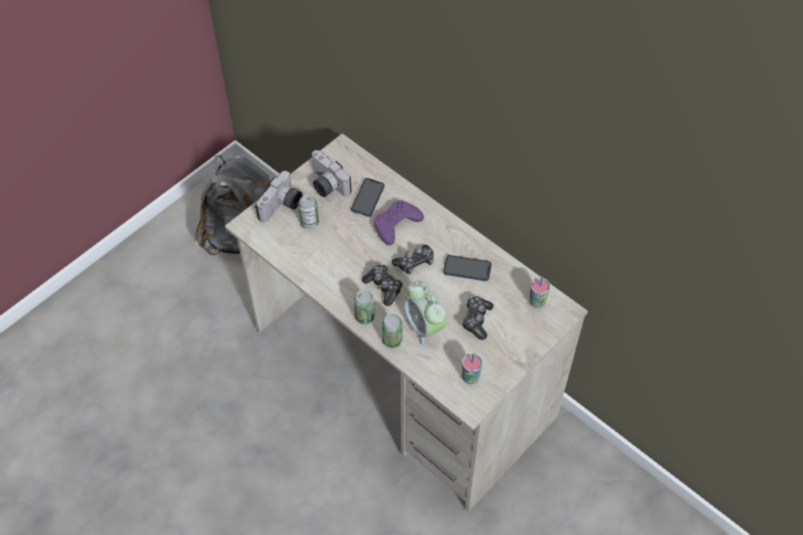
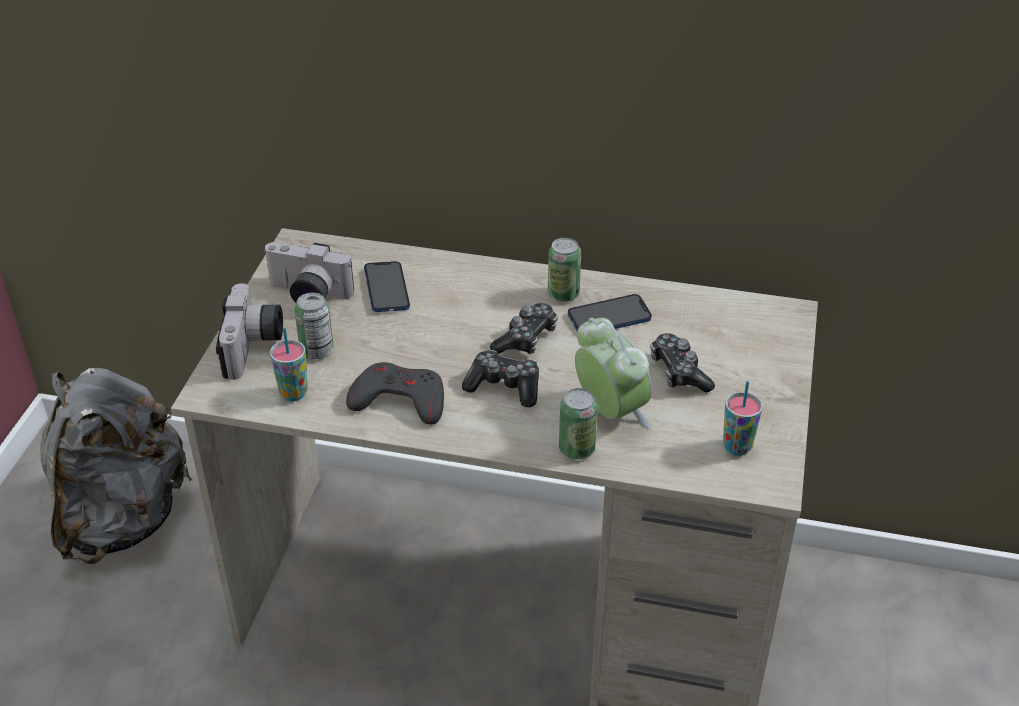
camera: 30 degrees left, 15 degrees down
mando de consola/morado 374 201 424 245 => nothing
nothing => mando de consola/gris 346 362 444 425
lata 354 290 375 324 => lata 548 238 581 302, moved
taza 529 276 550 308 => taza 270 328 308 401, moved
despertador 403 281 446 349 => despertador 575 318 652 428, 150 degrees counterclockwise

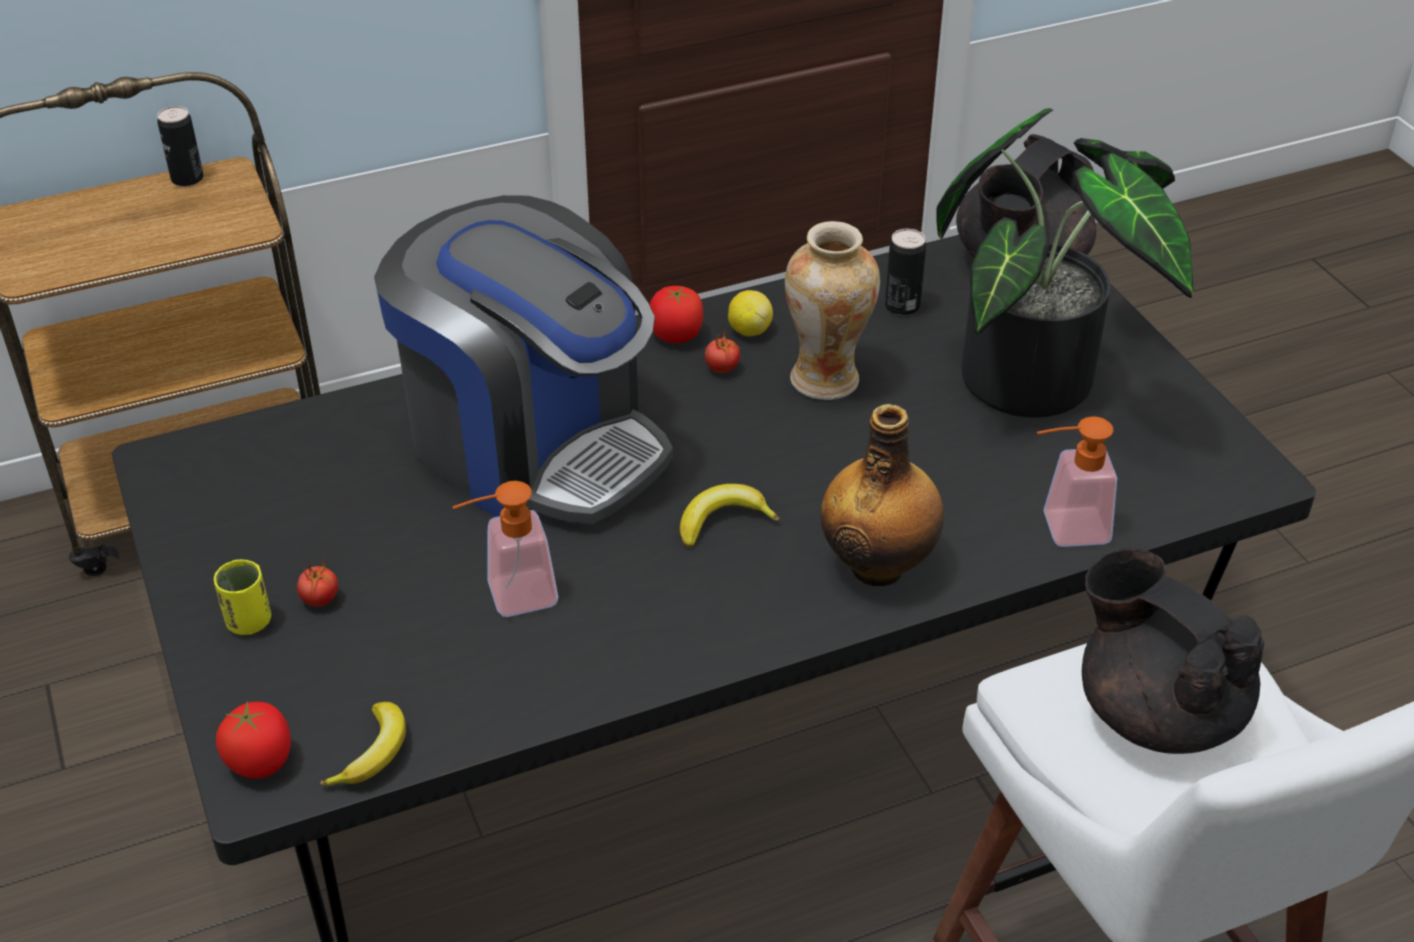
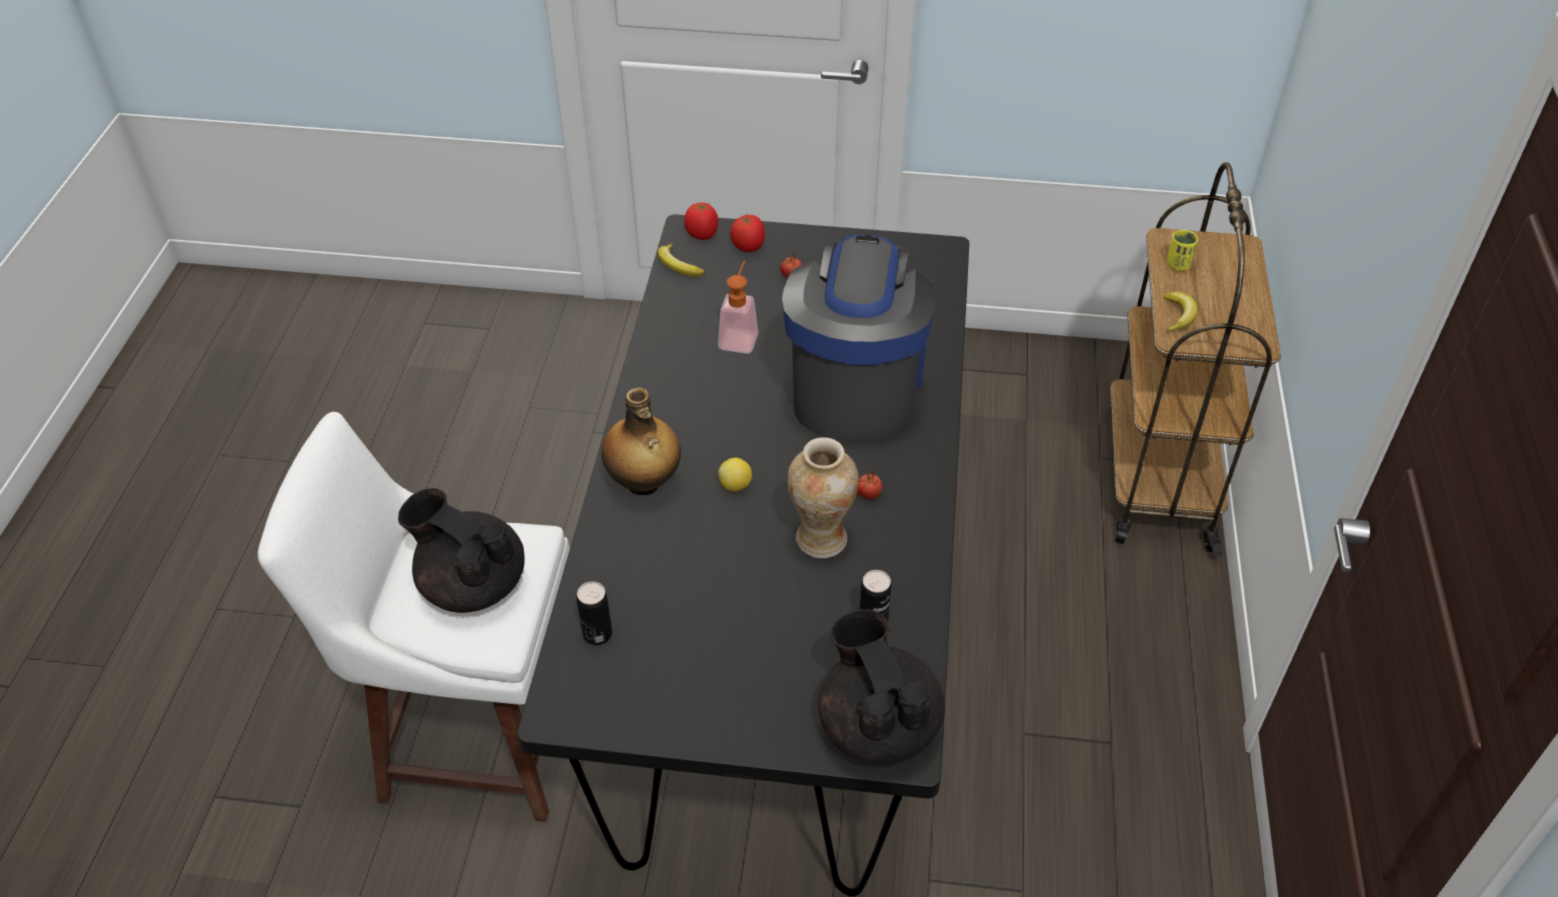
camera: 120 degrees right, 5 degrees up
planta en maceta 936 108 1193 418 => nothing
dispensador de jabón 1037 416 1117 547 => nothing
lata 157 106 204 187 => lata 577 581 612 645, moved
taza/amarillo 214 559 271 635 => taza/amarillo 1167 230 1198 271, moved
tomate 650 286 703 343 => tomate 730 213 765 252, moved
plátano 680 484 780 548 => plátano 1163 292 1198 332, moved
limón 728 290 773 336 => limón 718 458 752 492, moved
cafetera 374 195 673 524 => cafetera 782 235 935 442, 120 degrees clockwise
tetera/negro 1082 548 1264 754 => tetera/negro 398 488 525 613, 135 degrees counterclockwise

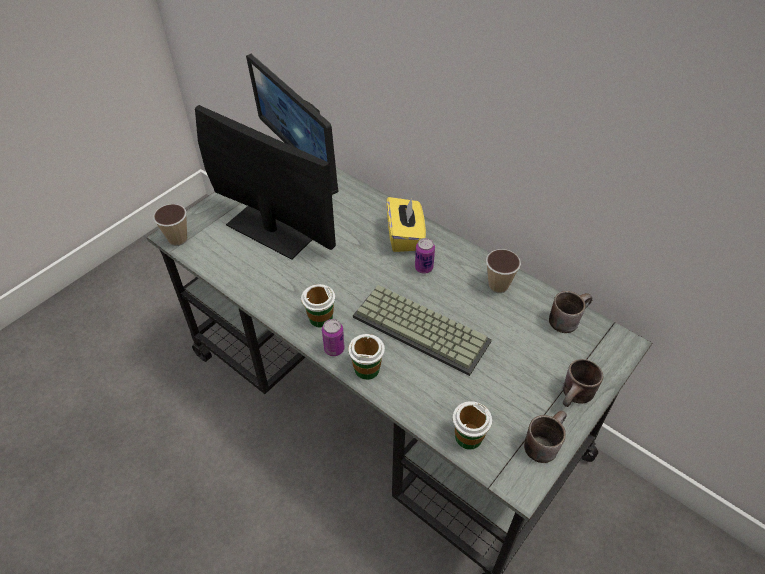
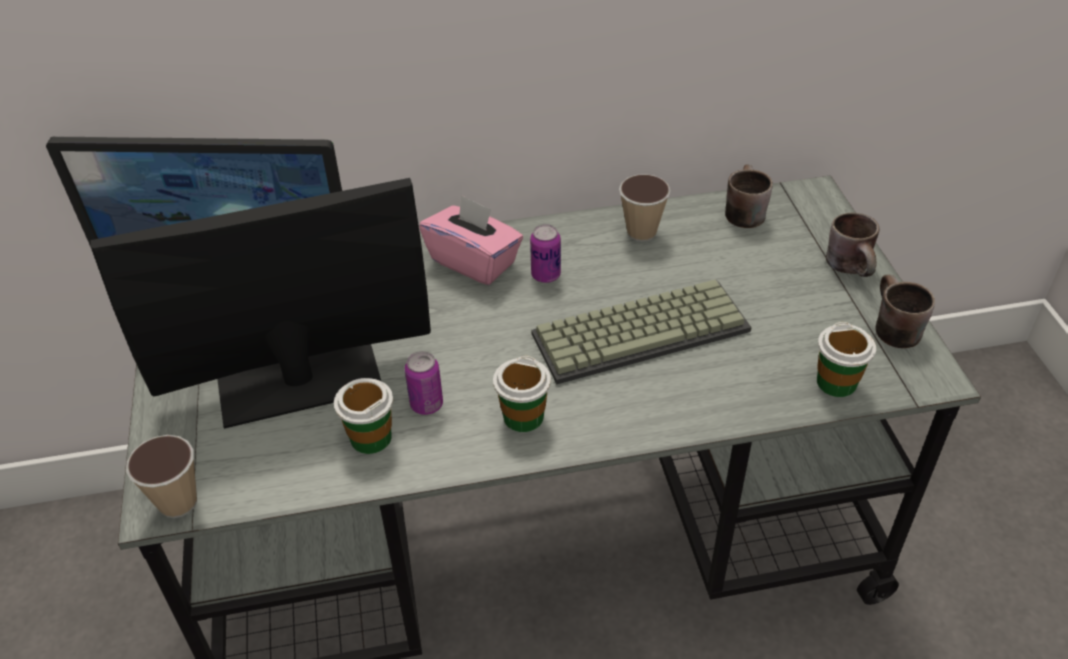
camera: 50 degrees left, 5 degrees down
lata 322 319 344 356 => lata 405 351 443 415, moved
taza 348 334 385 380 => taza 334 378 393 454, moved
caja de pañuelos/amarillo 386 197 426 252 => caja de pañuelos/rosa 419 194 523 285

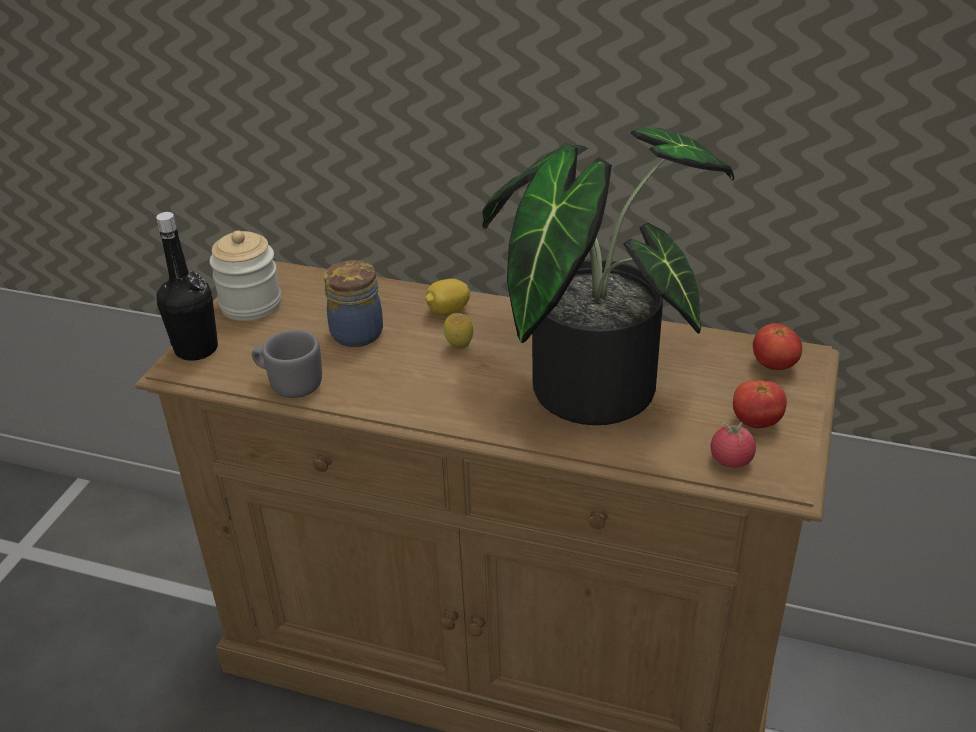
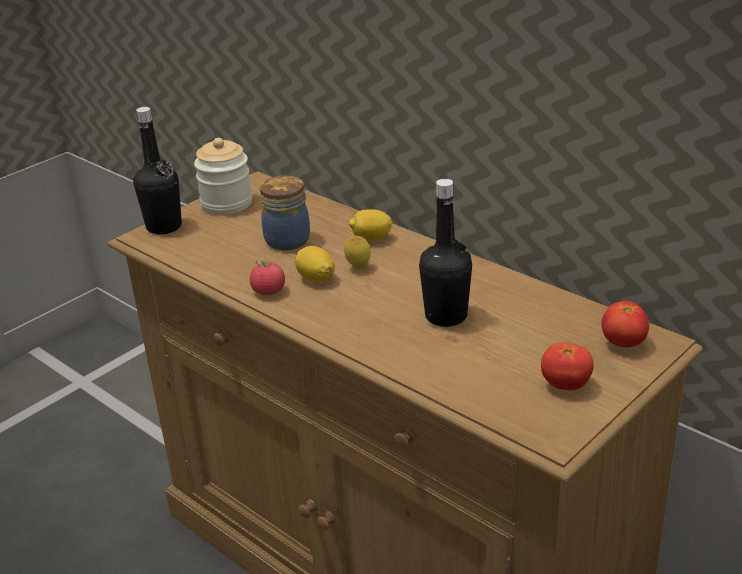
camera: 25 degrees right, 5 degrees down
taza grande/gris 252 330 322 398 => nothing
nothing => limón 295 246 335 282
tomate 711 422 756 468 => tomate 250 257 285 295, moved
planta en maceta 482 127 734 425 => botella/negro 419 179 472 327

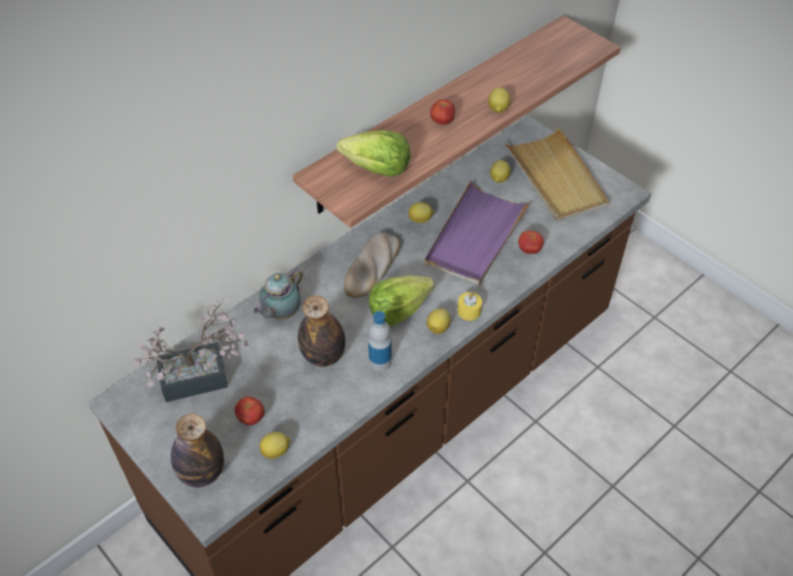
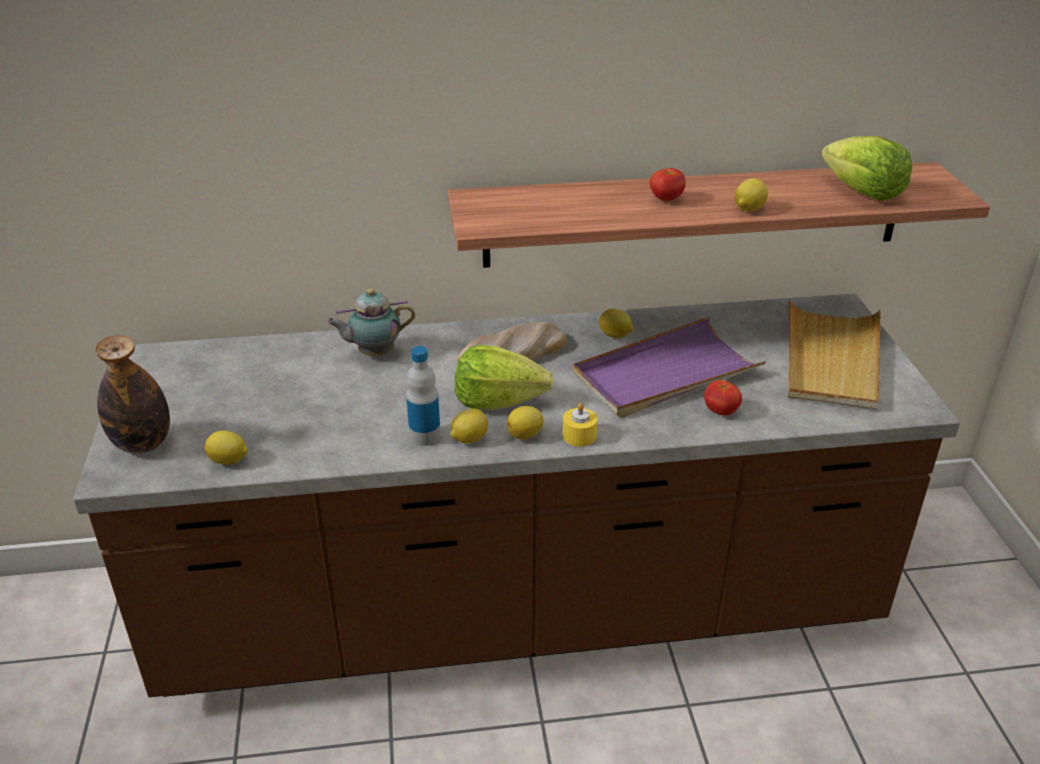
camera: 35 degrees right, 15 degrees down
planta en maceta 134 298 248 402 => nothing
tomate 235 396 265 425 => nothing
botella 298 295 345 367 => nothing
lechuga 337 130 410 177 => lechuga 821 136 912 200, moved
limón 490 160 511 183 => limón 450 409 488 443, moved

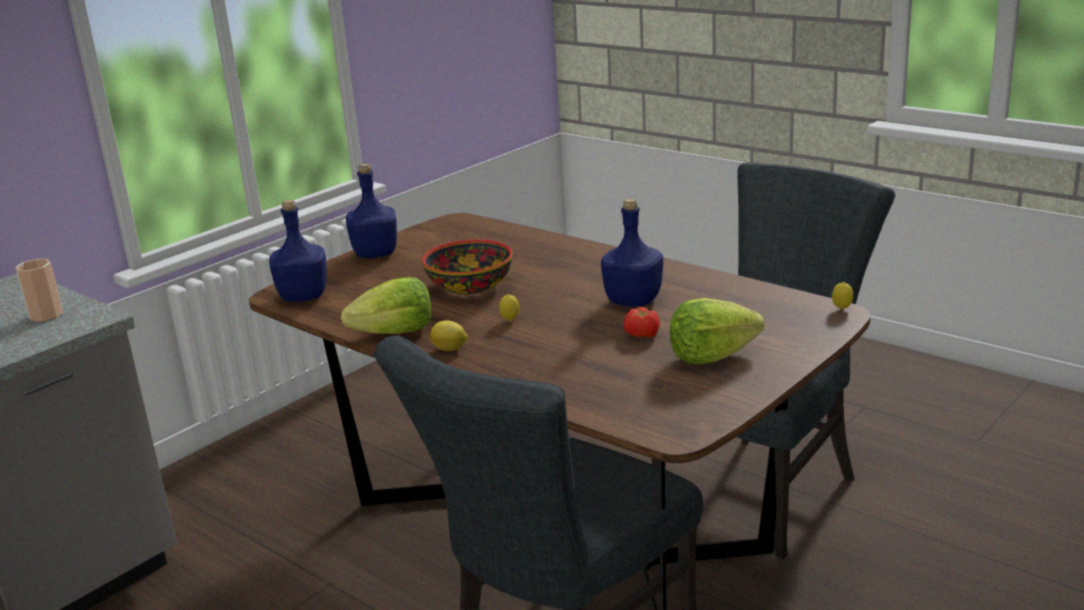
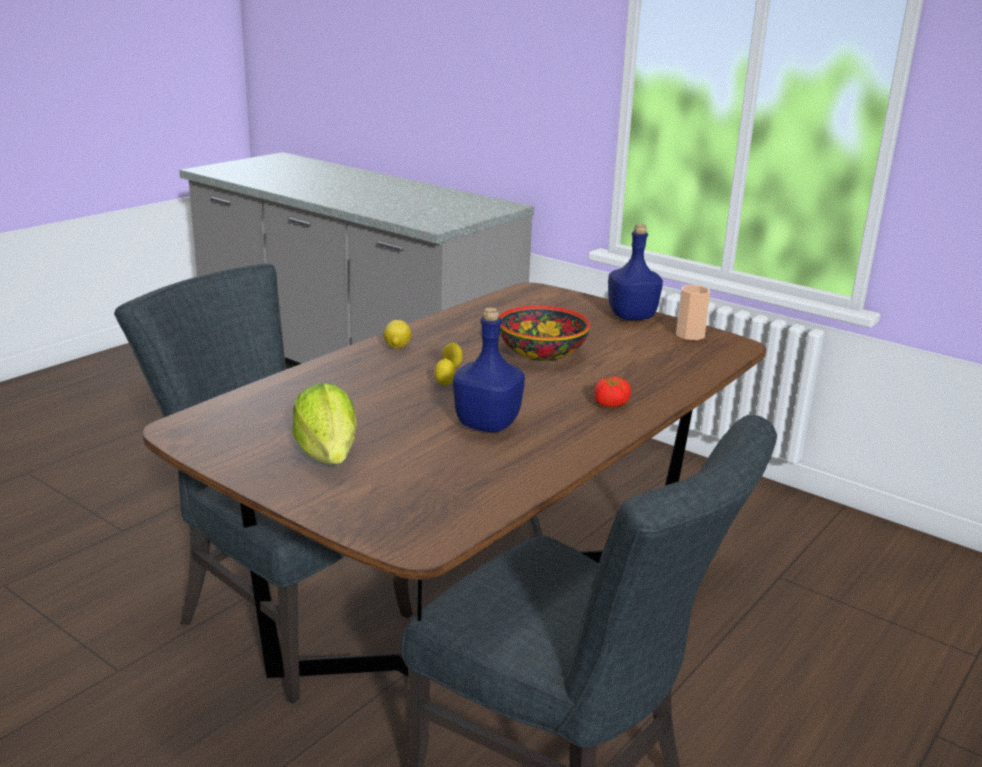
camera: 85 degrees right, 0 degrees up
botella/azul 269 200 327 302 => nothing
lechuga 341 277 431 334 => nothing
taza 15 259 63 321 => taza 676 285 710 341, moved
tomate 624 307 660 337 => tomate 594 377 631 407, moved
limón 832 282 853 310 => limón 435 358 456 386, moved

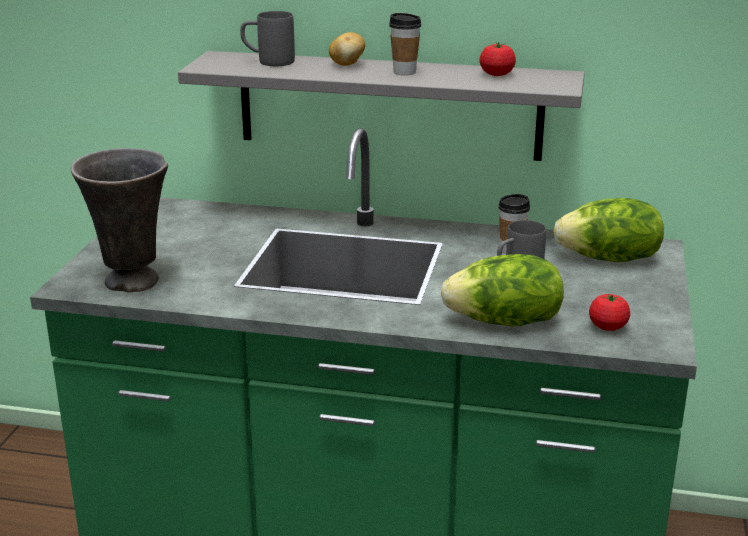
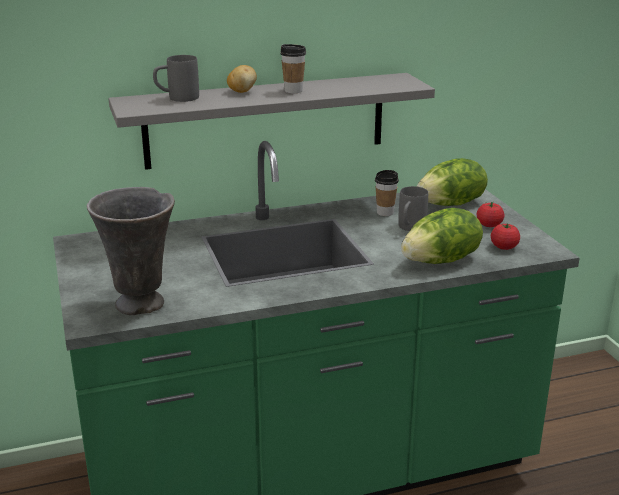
camera: 30 degrees left, 0 degrees up
tomate 480 42 516 76 => tomate 477 202 504 227, moved

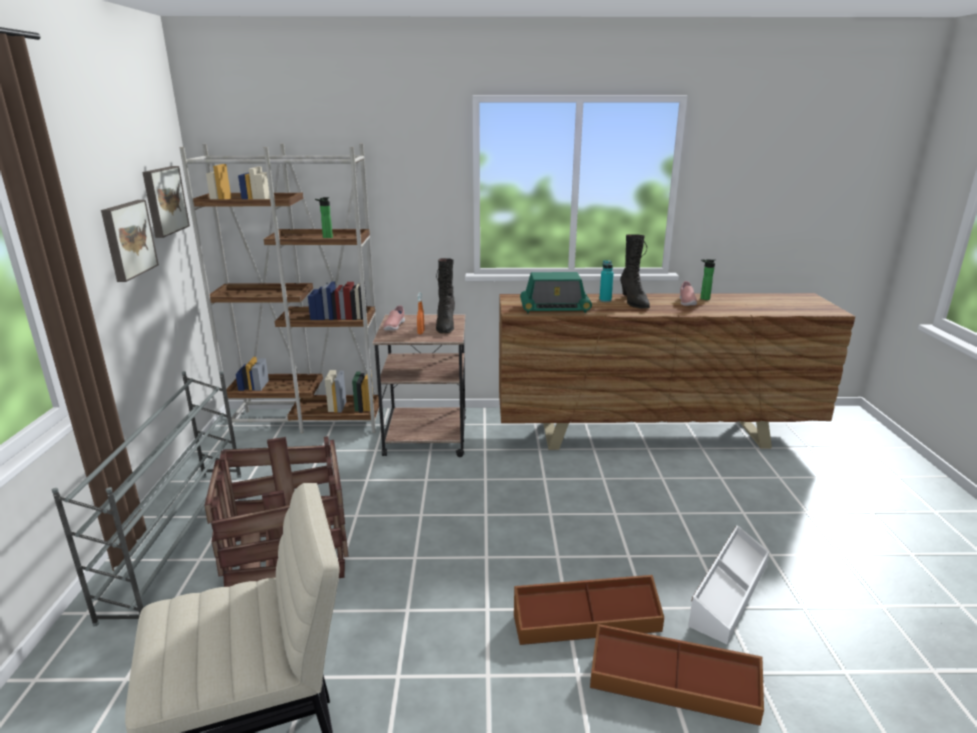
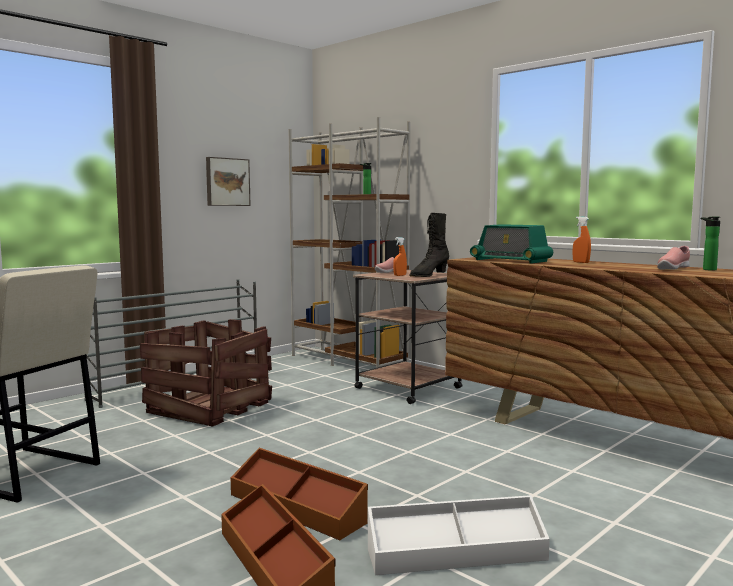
camera: 45 degrees right, 15 degrees down
cuadro 142 166 190 238 => nothing
bota/negro 620 234 650 309 => nothing
botella/turquesa 599 260 614 302 => pulverizador/naranja 573 216 591 263

